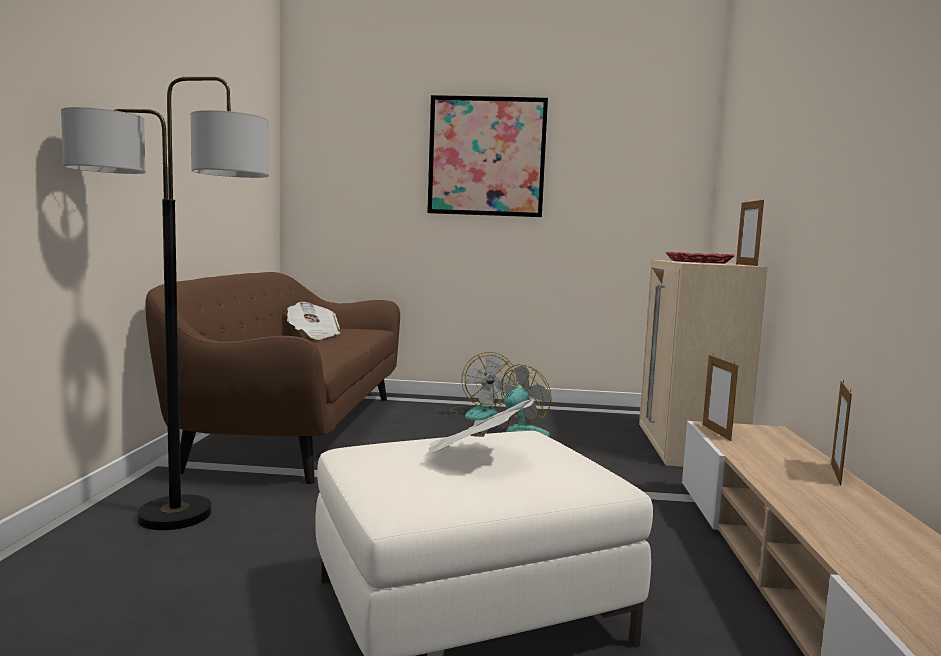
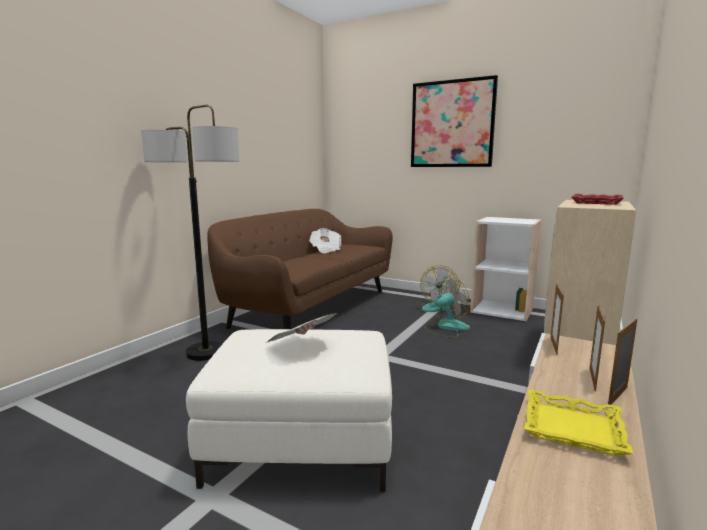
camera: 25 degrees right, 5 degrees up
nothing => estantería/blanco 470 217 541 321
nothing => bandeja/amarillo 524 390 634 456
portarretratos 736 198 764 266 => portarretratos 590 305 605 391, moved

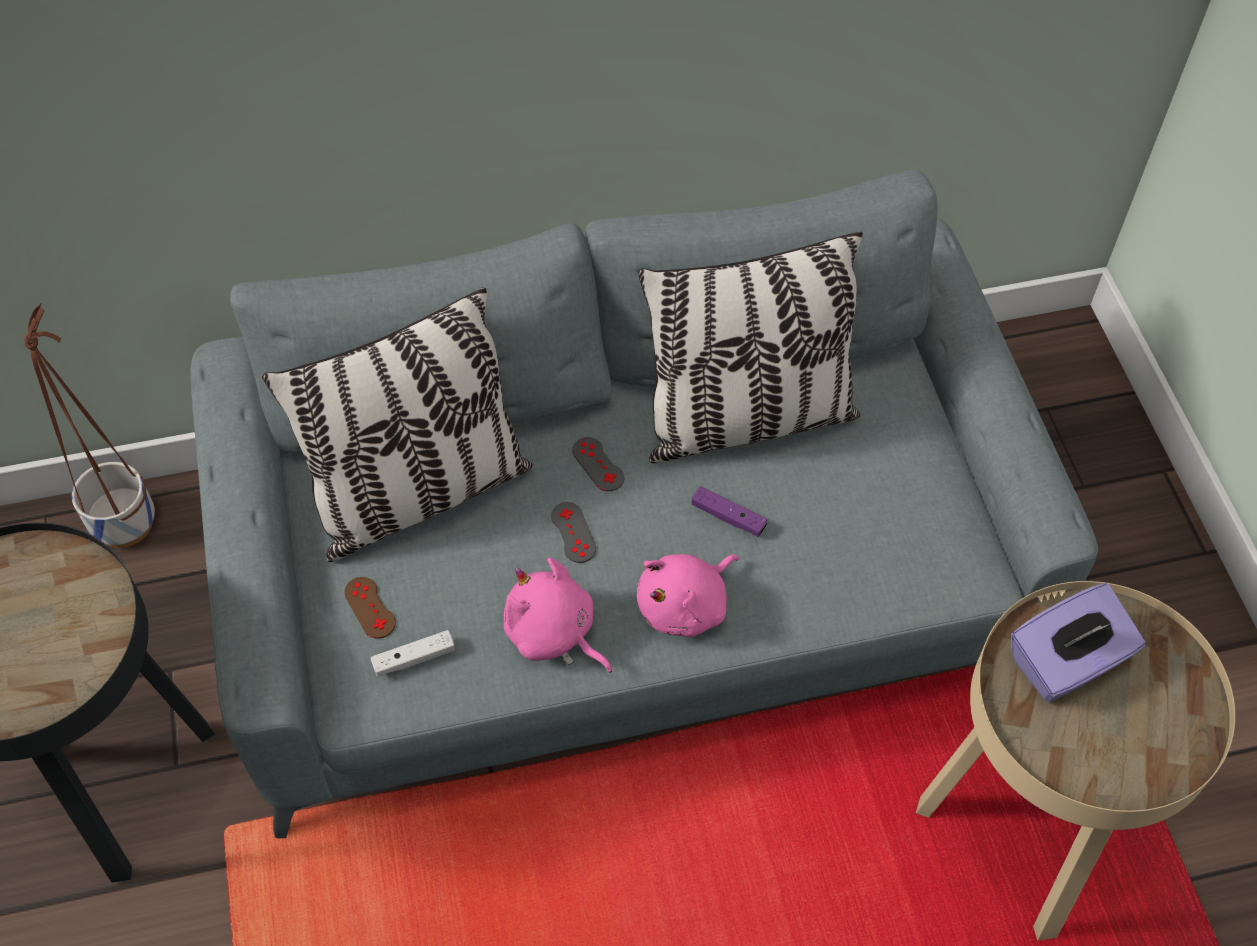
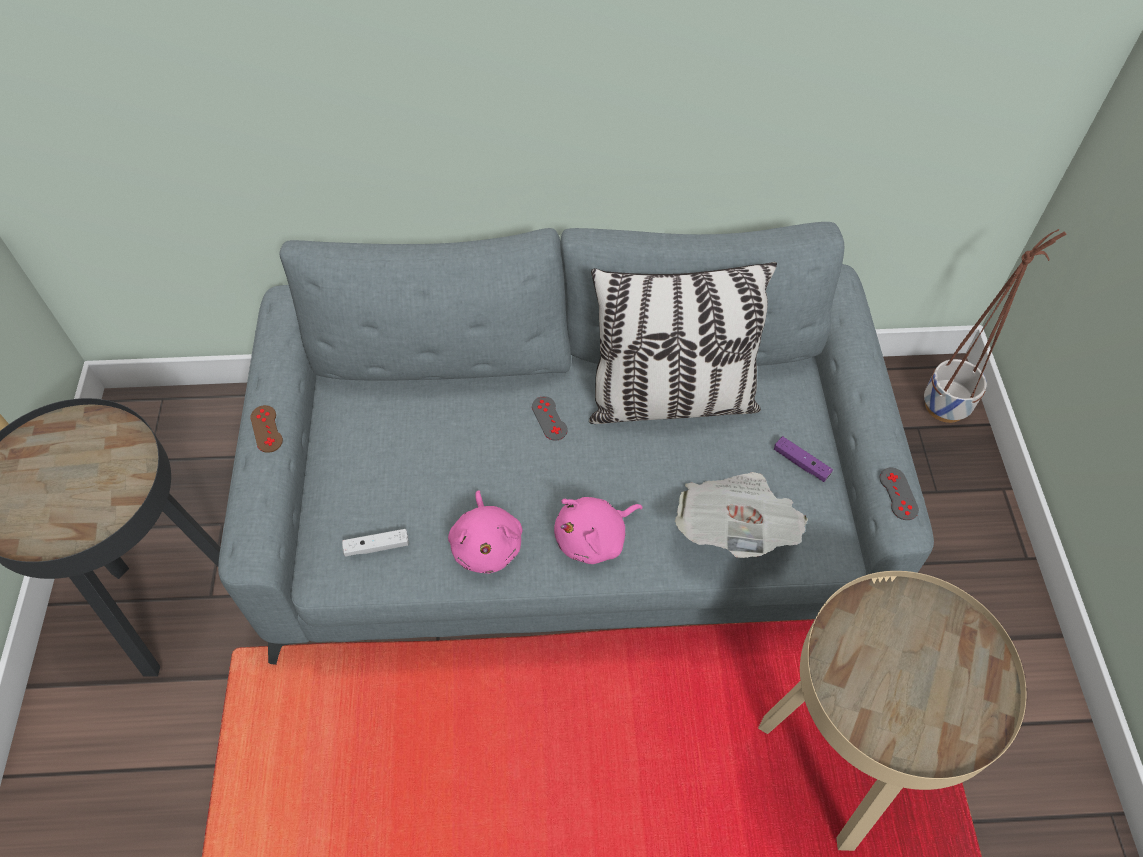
camera: 10 degrees right, 0 degrees up
cojín 262 287 533 562 => nothing
caja de pañuelos/morado 1011 583 1145 703 => nothing
nothing => periódico 675 472 808 558
maceta 24 303 155 548 => maceta 924 229 1067 423, moved
mando de consola/marrón 344 577 396 639 => mando de consola/marrón 250 405 283 453, moved
mando de consola/gris 551 502 596 563 => mando de consola/gris 879 467 919 520, moved
mando de consola/morado 692 486 767 537 => mando de consola/morado 774 436 833 482, moved
peluche/rosa 504 558 612 673 => peluche/rosa 448 490 522 573, 150 degrees counterclockwise

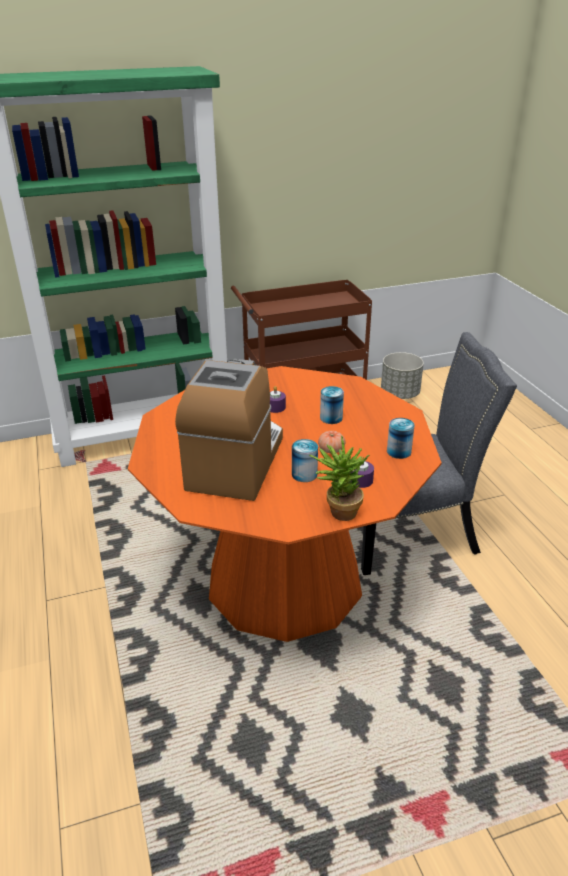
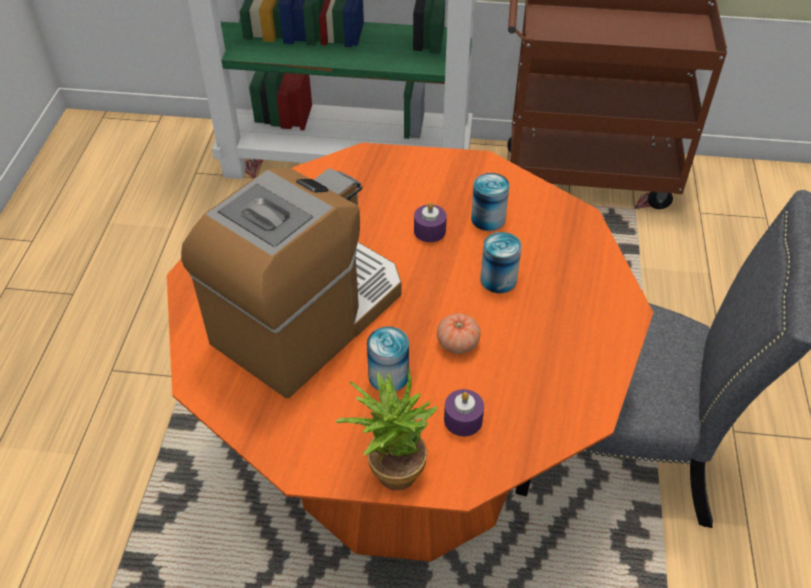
camera: 25 degrees right, 15 degrees up
maceta/gris 381 352 424 399 => nothing
lata 387 418 415 459 => lata 471 173 510 231, moved

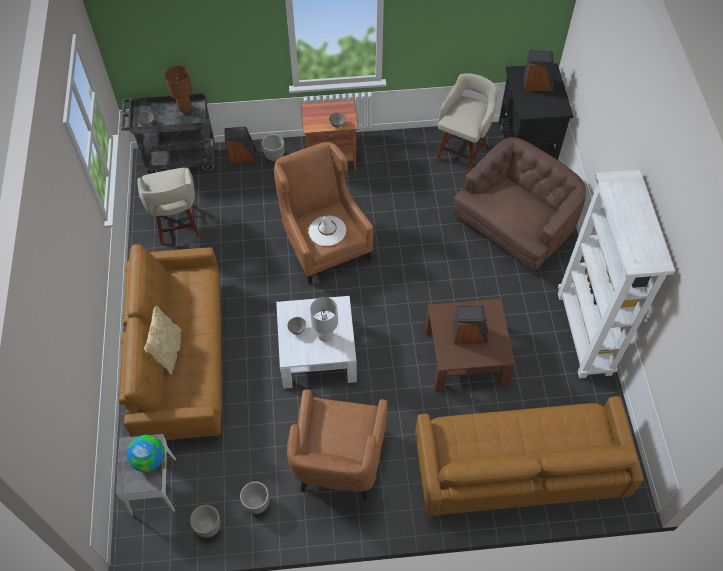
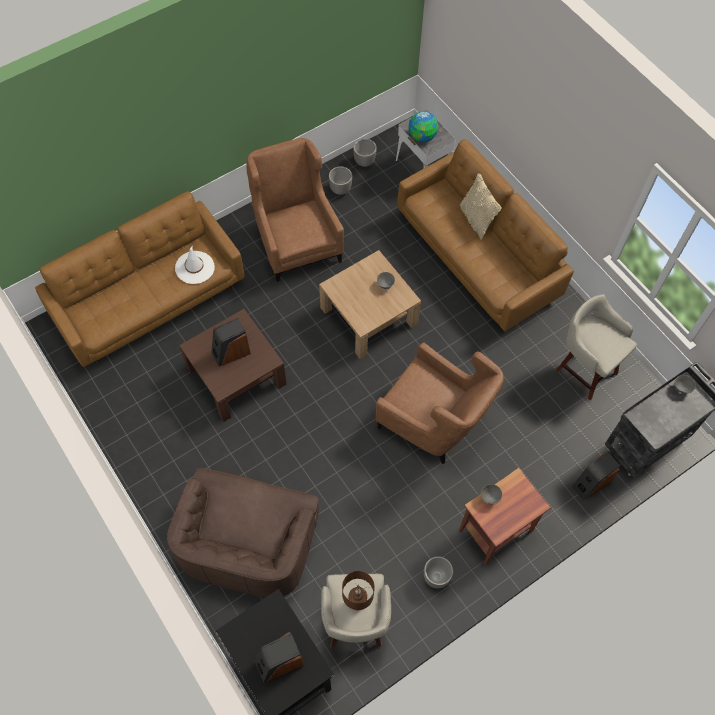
camera: 150 degrees right, 5 degrees up
lámpara de mesa/gris 310 297 338 342 => nothing
estantería/blanco 558 170 675 378 => nothing
lámpara de mesa/marrón 165 66 192 113 => lámpara de mesa/marrón 342 571 375 610, moved
maceta 262 134 285 161 => maceta 424 556 453 589, moved
sombrero/blanco 309 216 346 246 => sombrero/blanco 175 245 215 284, moved
mesa de centro/blanco 276 296 357 389 => mesa de centro/marrón 319 250 421 359

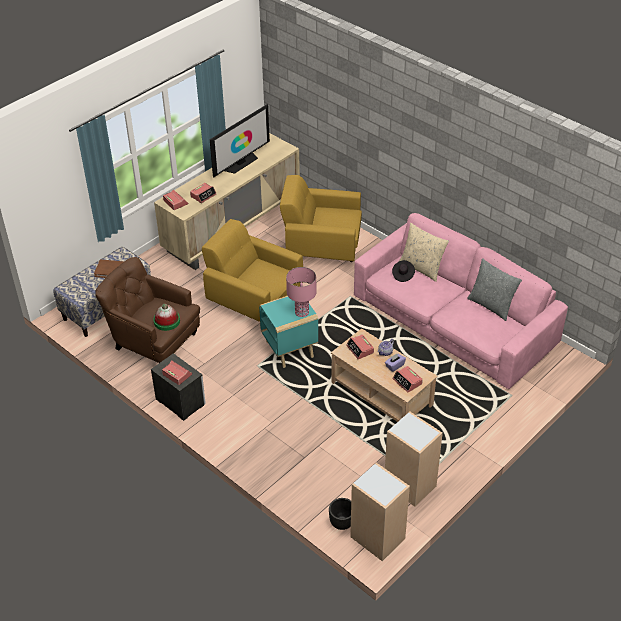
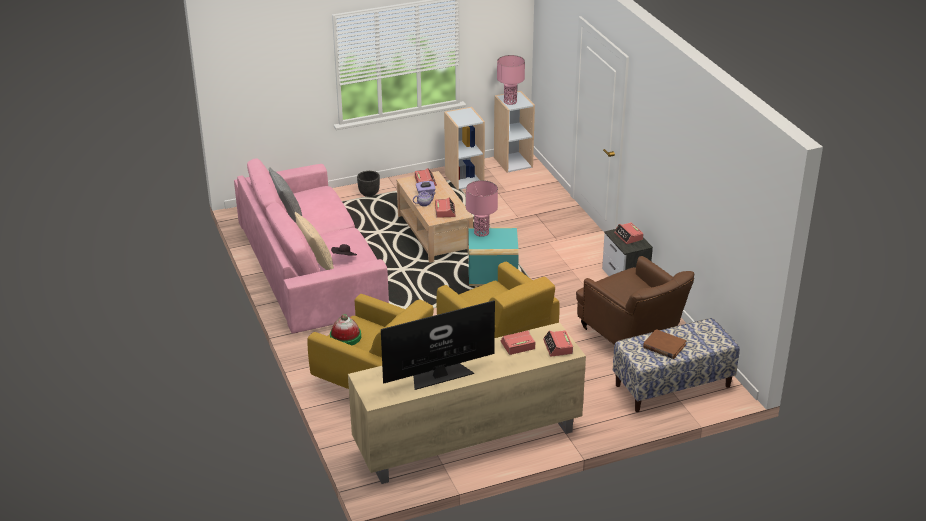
camera: 155 degrees left, 10 degrees down
nothing => lámpara de mesa/rosa 497 55 525 105
sombrero 153 304 180 331 => sombrero 330 314 361 345, moved
maceta/negro 329 498 351 530 => maceta/negro 357 171 380 197, moved

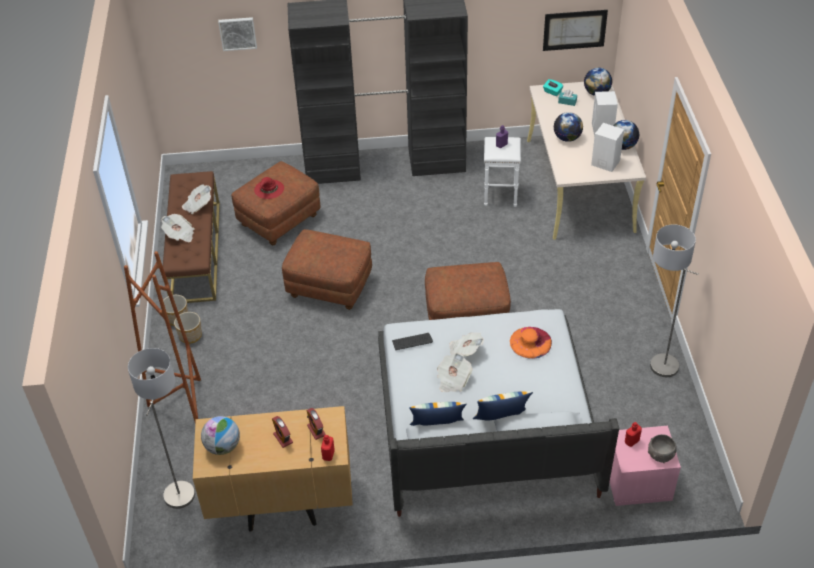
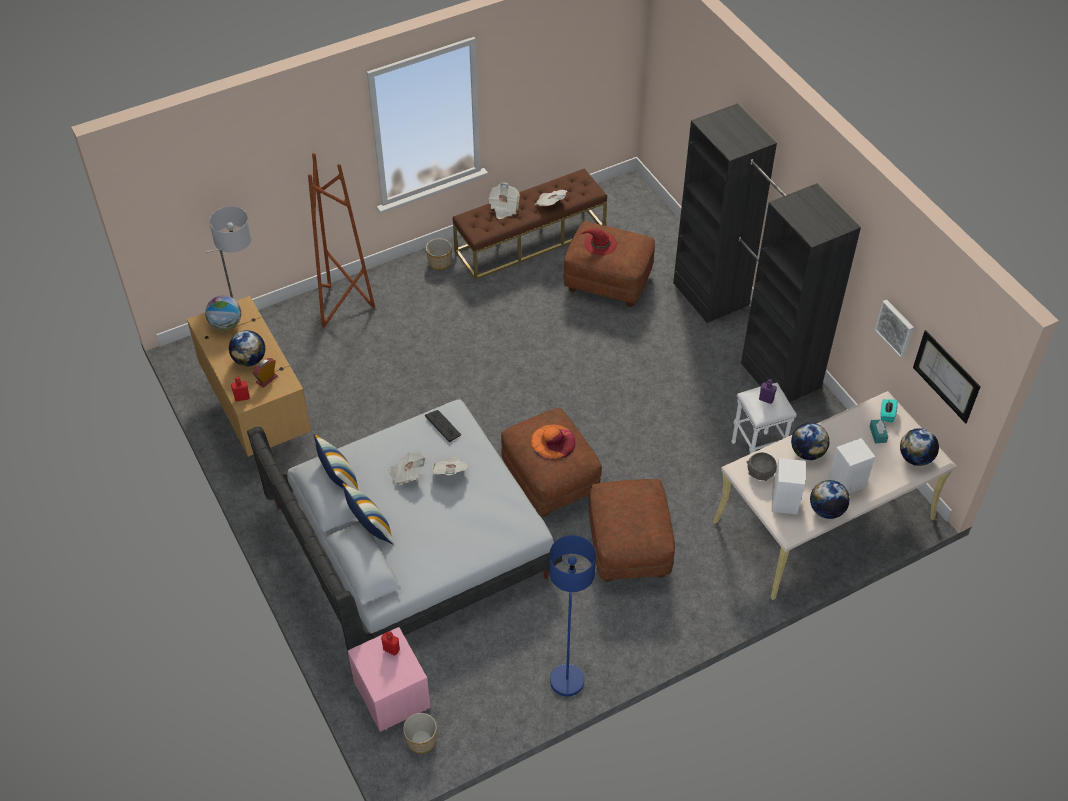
camera: 65 degrees right, 5 degrees up
maceta 174 312 202 344 => maceta 403 713 437 753, moved
cuadro 218 17 257 51 => cuadro 875 300 914 358, moved
puf/marrón 282 229 372 310 => puf/marrón 589 479 675 582, moved
sombrero/naranja 510 327 552 359 => sombrero/naranja 531 425 576 460, moved
cuenco/gris 648 434 677 463 => cuenco/gris 747 452 777 481, moved
despertador 272 416 293 448 => globo terráqueo 229 330 265 366
lámpara de pie/gris 650 224 698 377 => lámpara de pie/azul 549 535 596 696

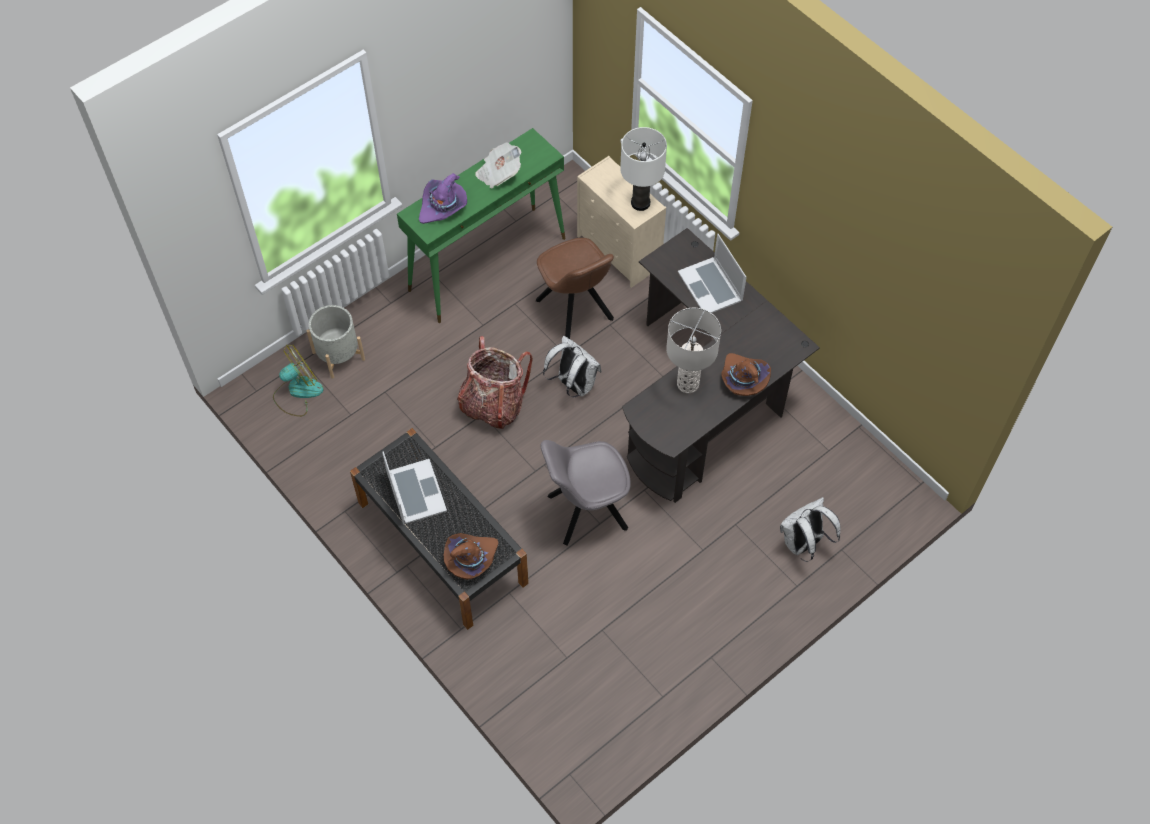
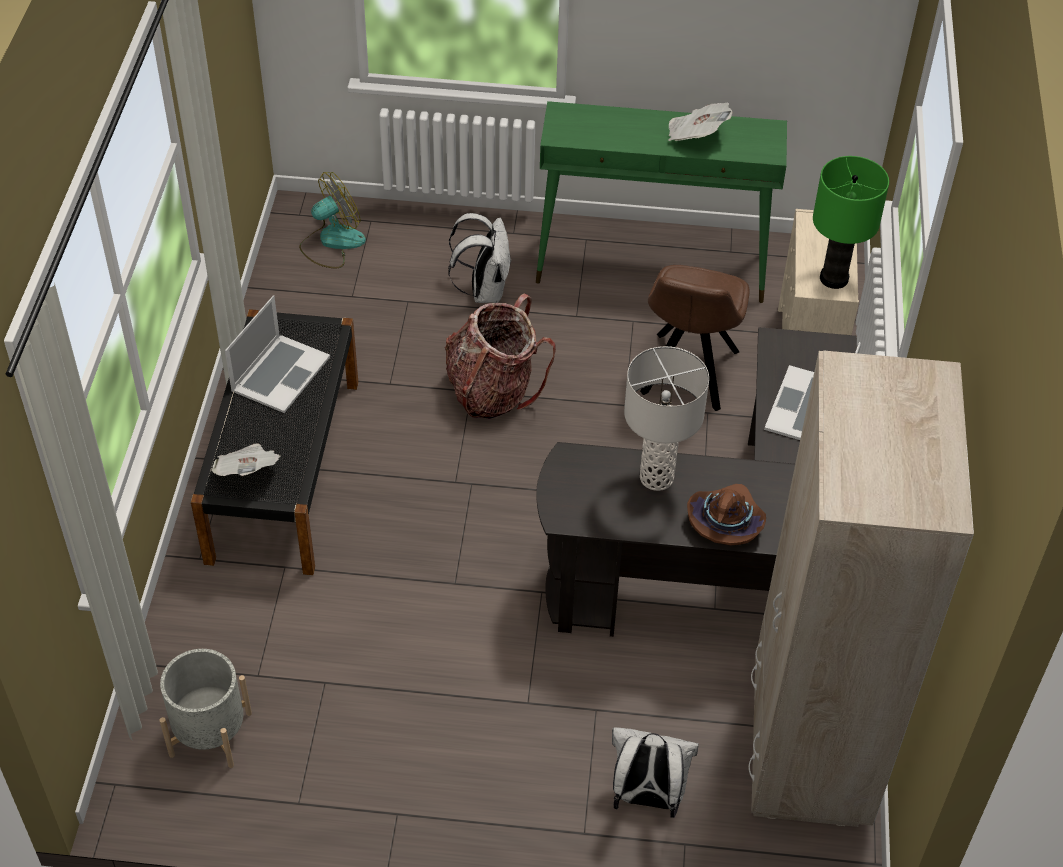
camera: 45 degrees right, 10 degrees down
sombrero/morado 419 173 467 224 => nothing
silla/gris 540 440 631 546 => nothing
nothing => armario ropero/beis 748 350 974 827
maceta/gris 307 305 365 379 => maceta/gris 159 649 252 768, moved
mochila/blanco 543 336 601 397 => mochila/blanco 448 213 511 303, moved
sombrero/marrón 444 533 498 580 => periódico 212 443 281 476
lámpara de mesa/blanco 620 127 667 211 => lámpara de mesa/verde 813 156 889 289
ventilador 273 344 324 417 => ventilador 299 172 366 269, 45 degrees counterclockwise

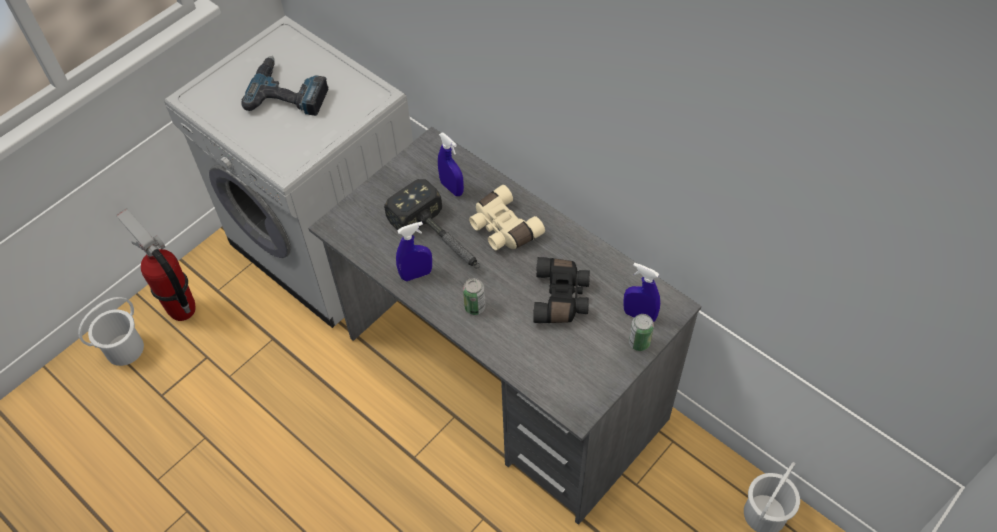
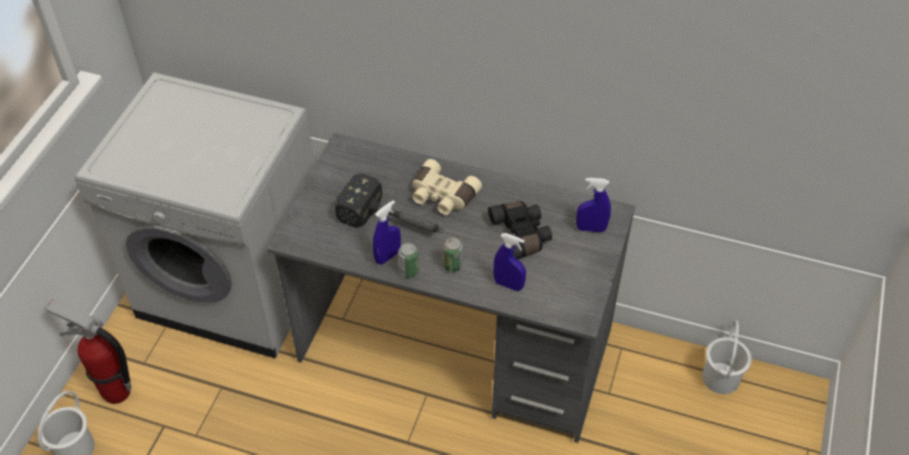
camera: 25 degrees left, 5 degrees down
taladro 241 56 329 116 => nothing
pulverizador/azul 438 132 464 196 => pulverizador/azul 493 233 526 291, moved
lata 629 314 654 351 => lata 398 242 419 278, moved

